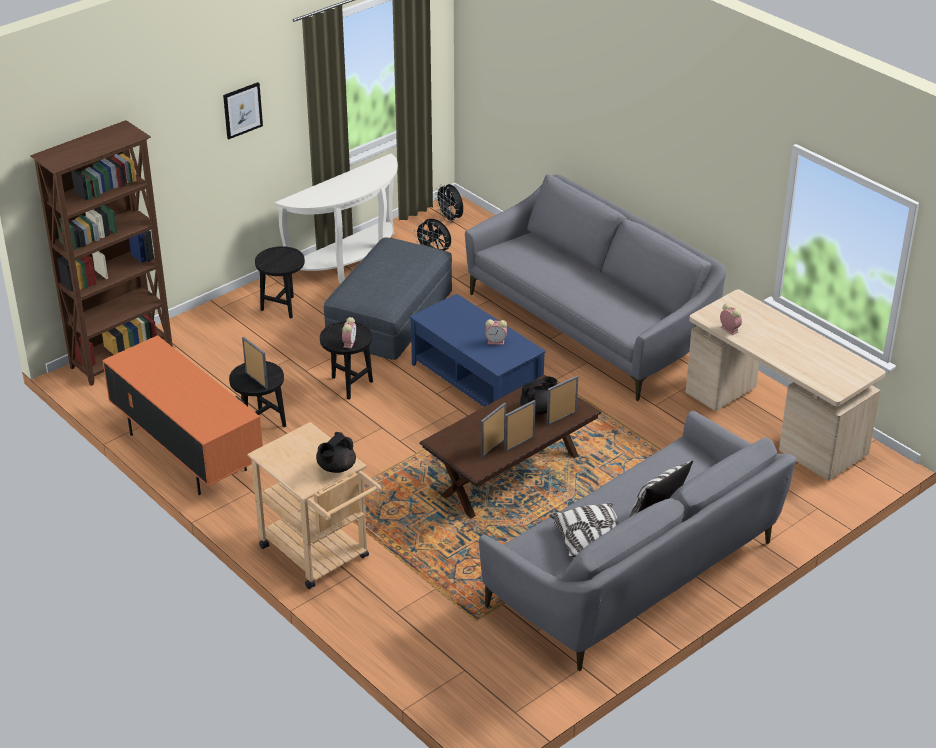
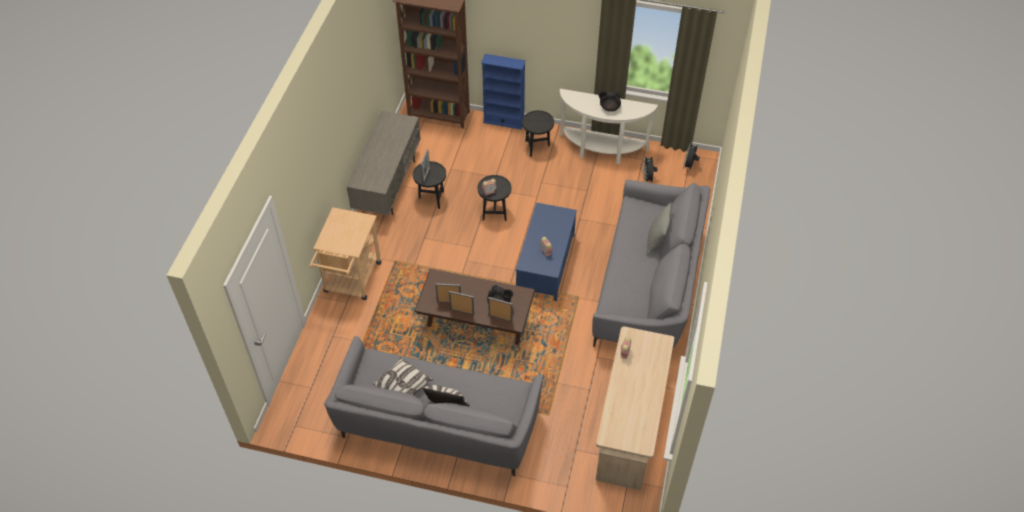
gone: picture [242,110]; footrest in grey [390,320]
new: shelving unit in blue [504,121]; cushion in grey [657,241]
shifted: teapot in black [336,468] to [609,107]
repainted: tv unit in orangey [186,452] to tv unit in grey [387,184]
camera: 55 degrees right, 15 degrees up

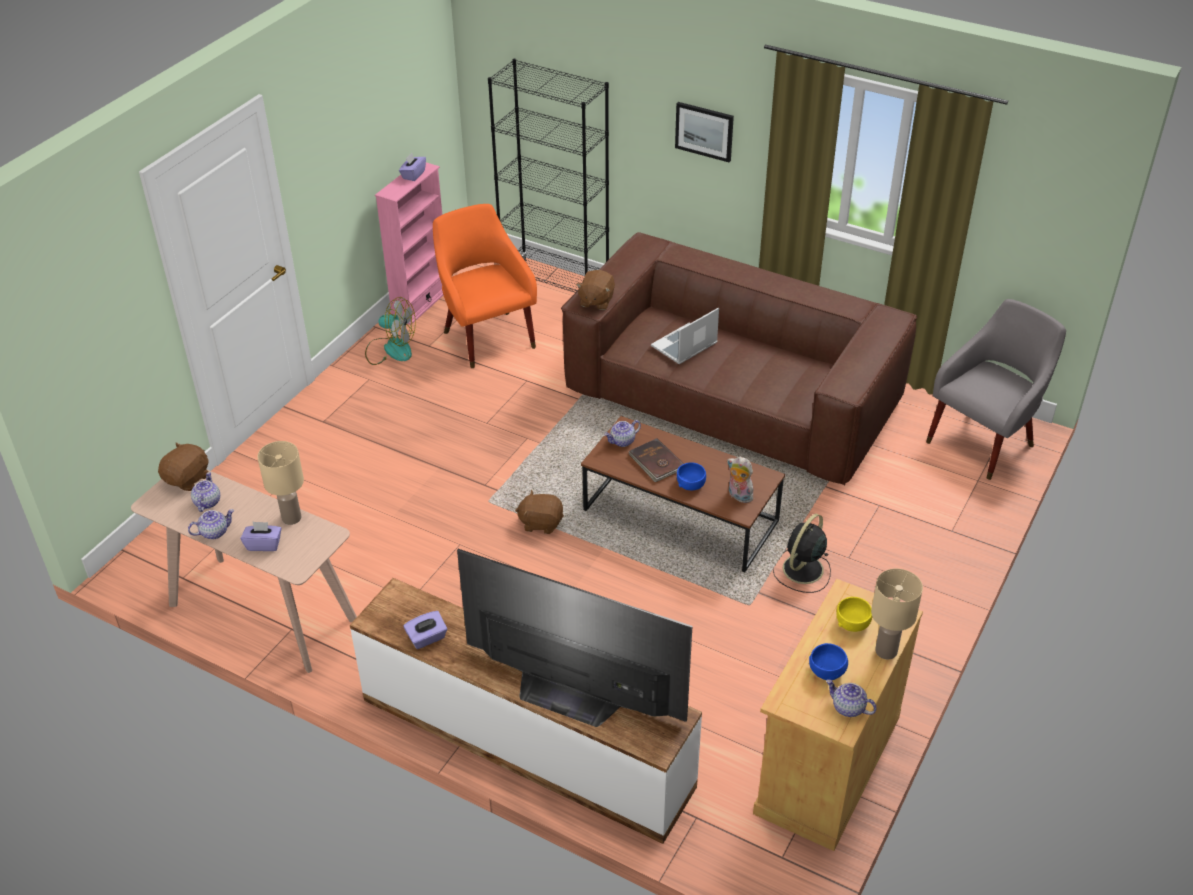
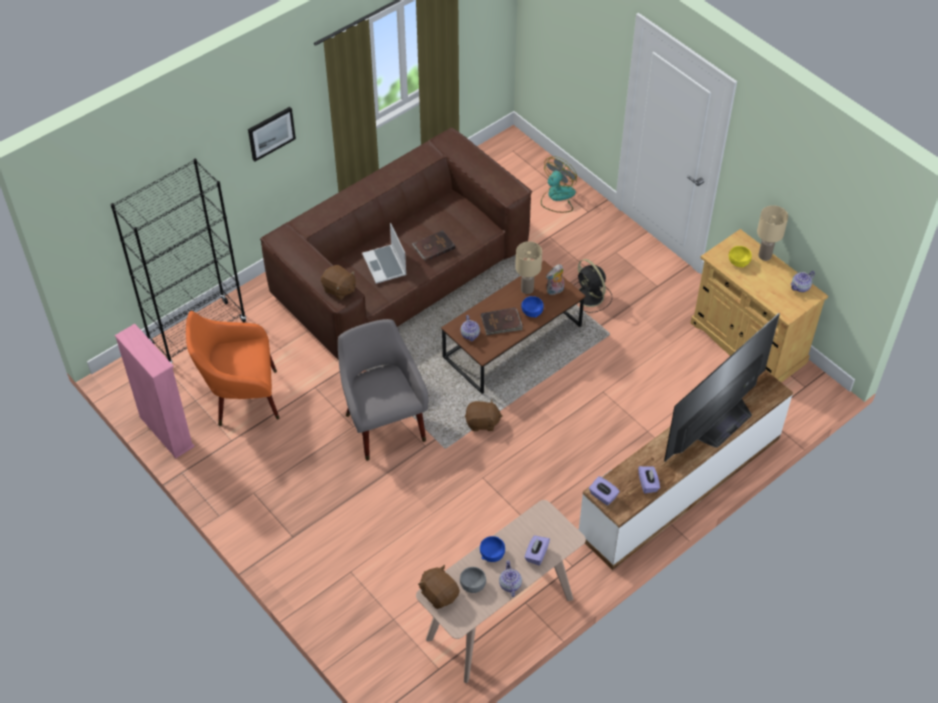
new: book in brown [433,247]
shifted: box of tissues in purple-coloured [413,175] to [603,496]; electric fan [391,349] to [557,197]; lounge chair in grey [984,440] to [383,422]; tabletop lamp in beige-coloured [291,518] to [527,289]; bowl in blue [827,670] to [492,553]
swapped: teapot [207,502] to bowl in grey [473,584]
rotated: plush toy in brown [541,523] = [482,422] 120 degrees counterclockwise
camera: 70 degrees left, 10 degrees up

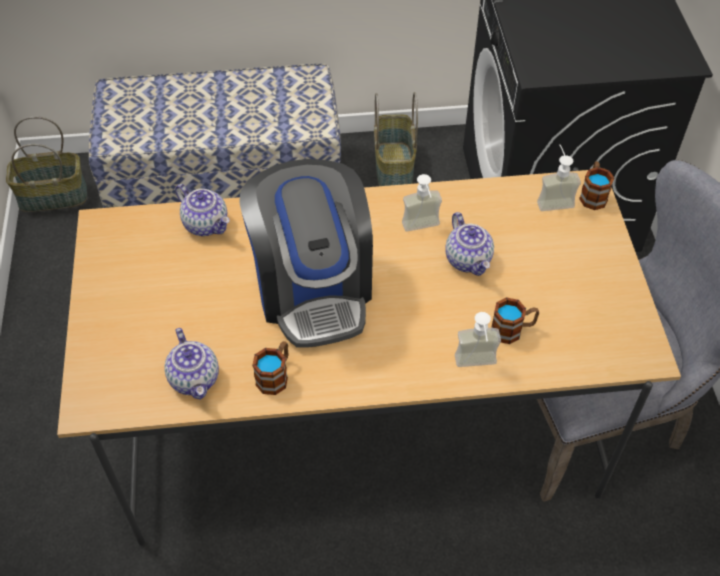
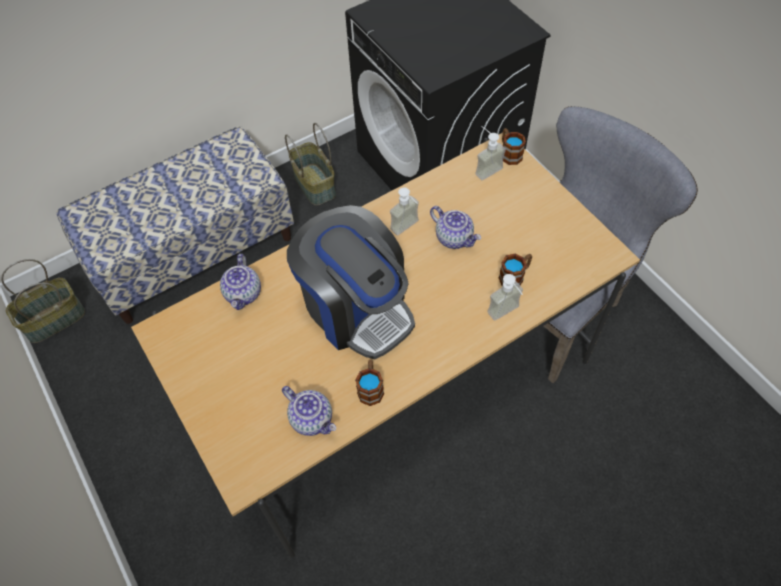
rotated: teapot [206,224] = [244,294] 75 degrees clockwise
camera: 25 degrees left, 5 degrees up

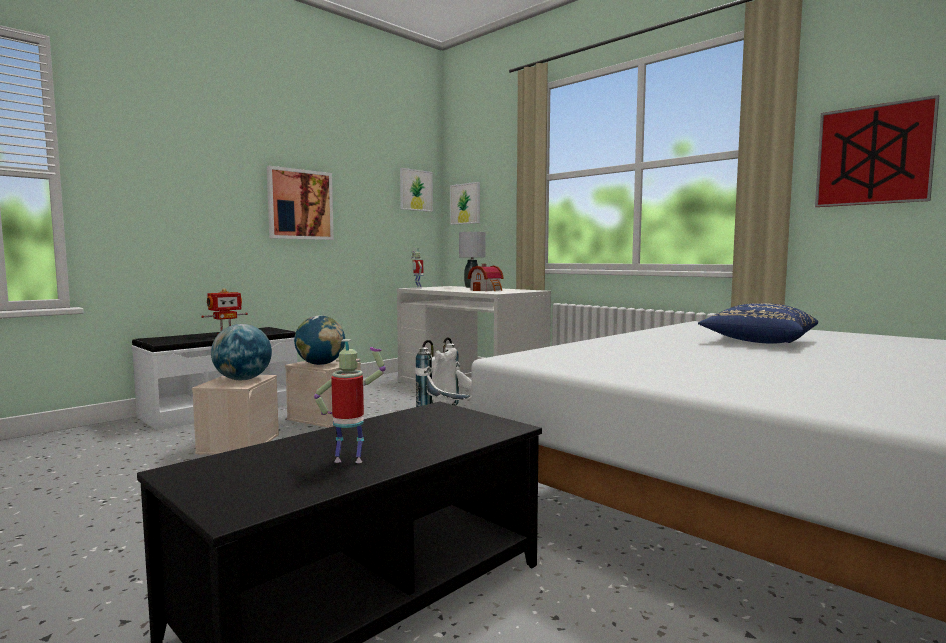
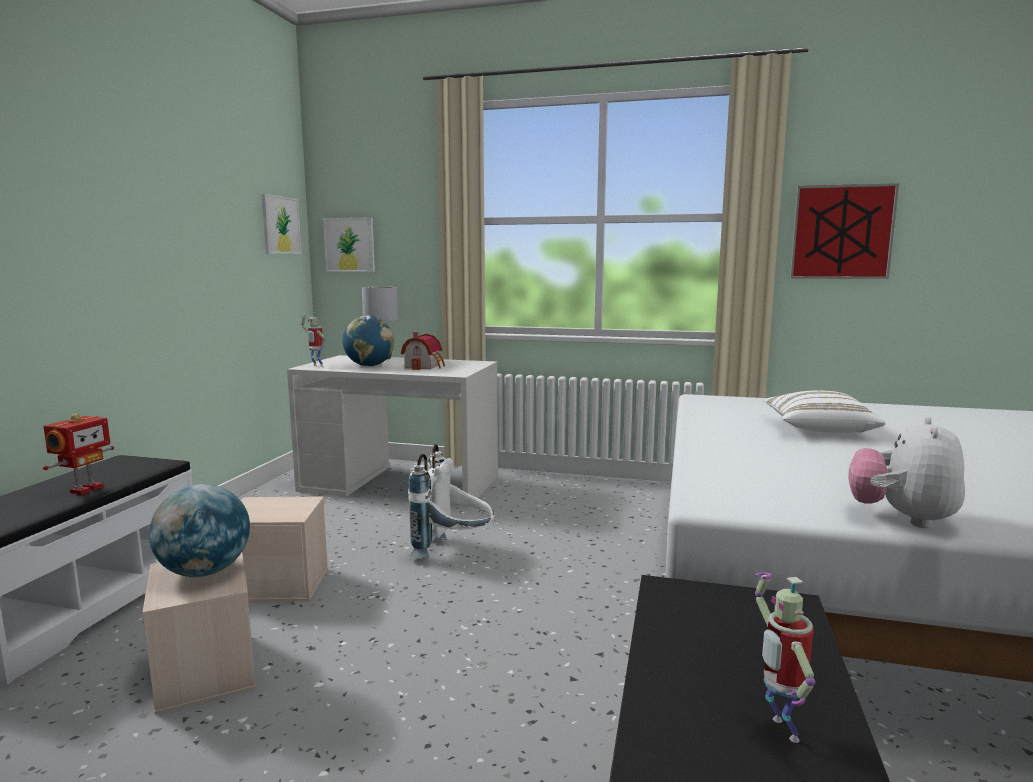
gone: picture [300,204]
new: plush toy [902,518]
shifted: globe [320,364] to [369,366]
repainted: cushion in blue [758,341] to cushion in whitish [818,429]
rotated: robot figure [350,460] = [779,729] 75 degrees counterclockwise
camera: 30 degrees left, 5 degrees up

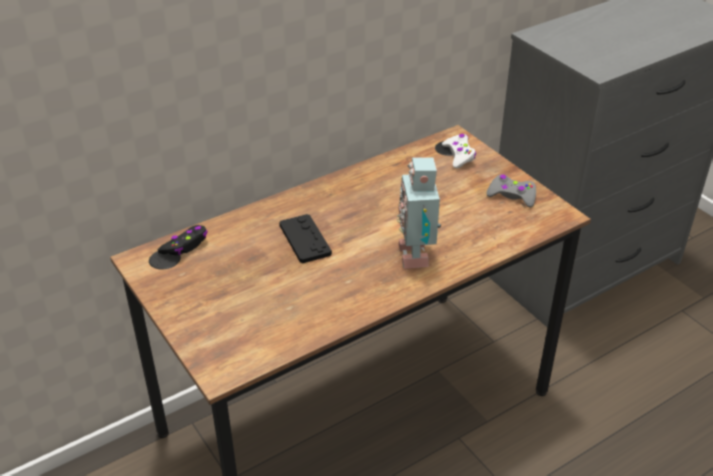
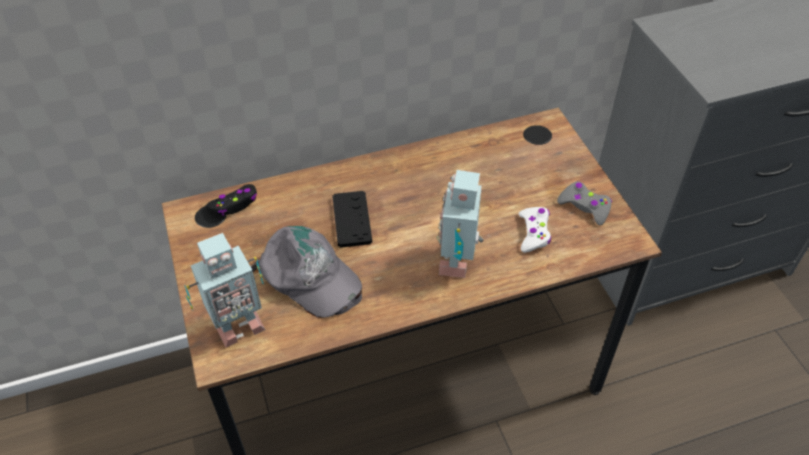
new: cap in grey [309,277]; robot figure [237,326]
shifted: joypad in whitish [459,155] to [534,233]
camera: 15 degrees right, 10 degrees up

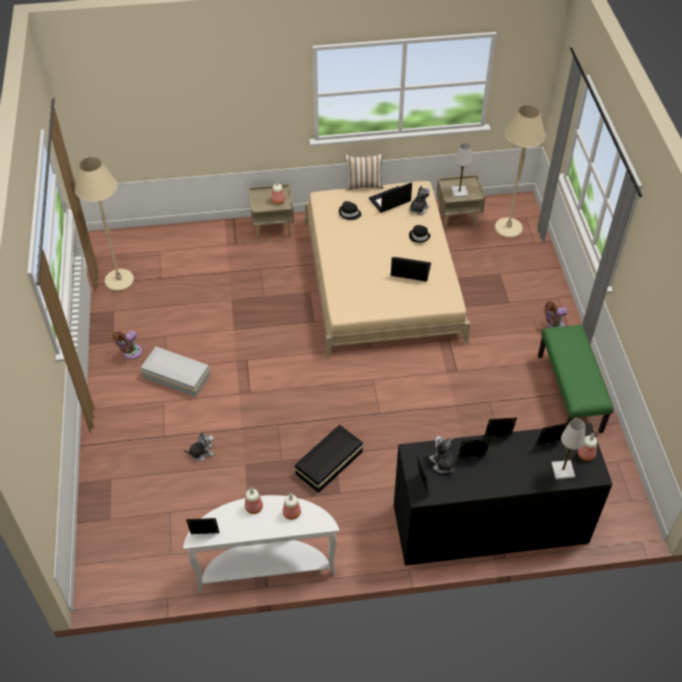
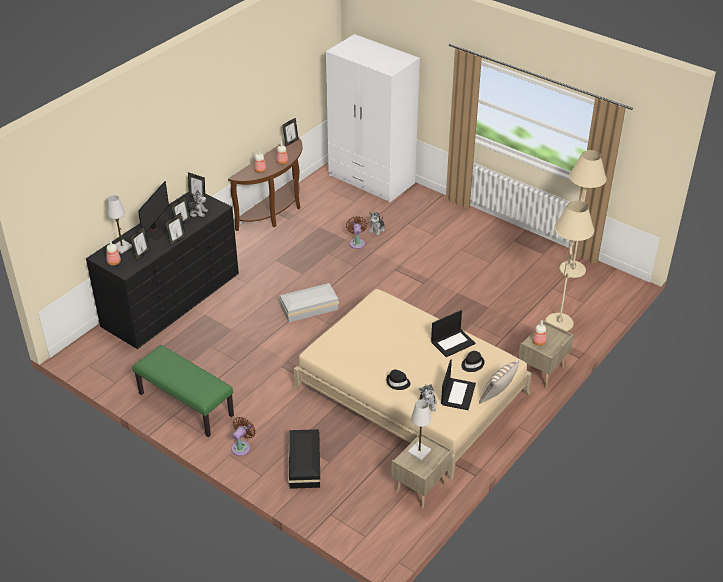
new: clothes cupboard in whitish [371,179]; computer screen [155,229]
shifted: standing lamp in beige-coloured [508,228] to [559,323]; notebook computer [410,270] to [453,342]; electric fan in brown [131,353] to [357,242]; storage container in whitish [177,377] to [308,307]; storage container in black [327,463] to [305,463]
repainted: narrow table in whitish [265,566] to narrow table in brown [275,212]
camera: 135 degrees right, 10 degrees down

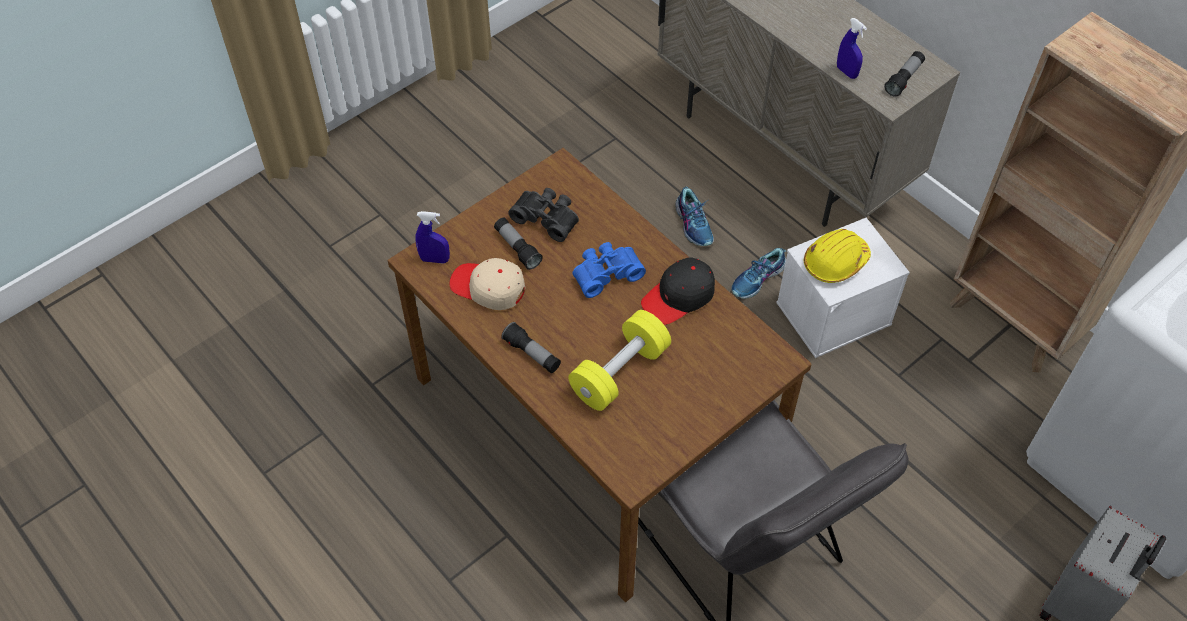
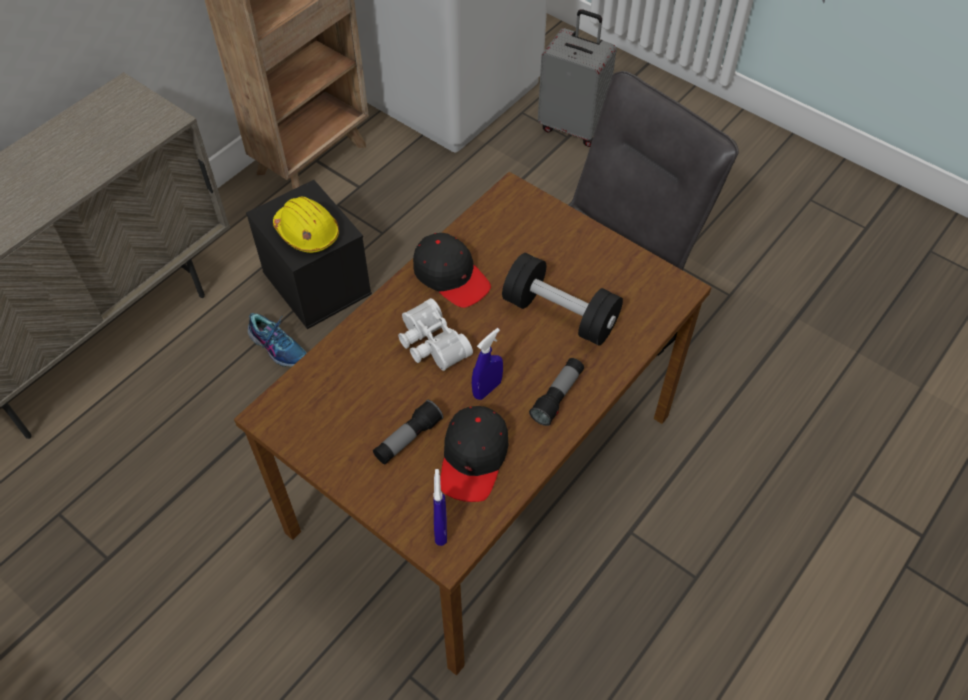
gone: hand torch [904,79]; shoe [694,224]; pair of binoculars in black [547,217]
shifted: spray bottle in blue [846,72] to [487,389]
repainted: storage container in whitish [834,312] to storage container in black [315,282]; pair of binoculars in blue [606,273] to pair of binoculars in whitish [430,344]; cap in beige-coloured [488,287] to cap in black [473,458]; dumbbell in yellowish [620,372] to dumbbell in black [560,314]
camera: 100 degrees left, 0 degrees up

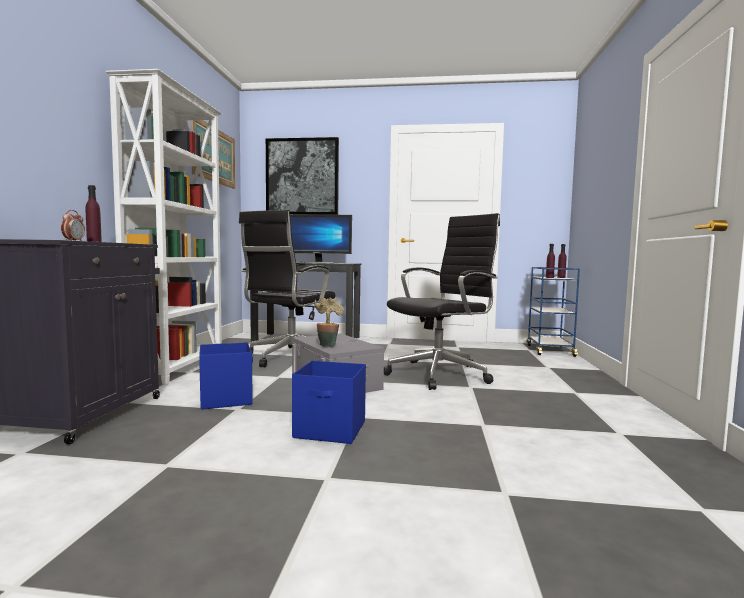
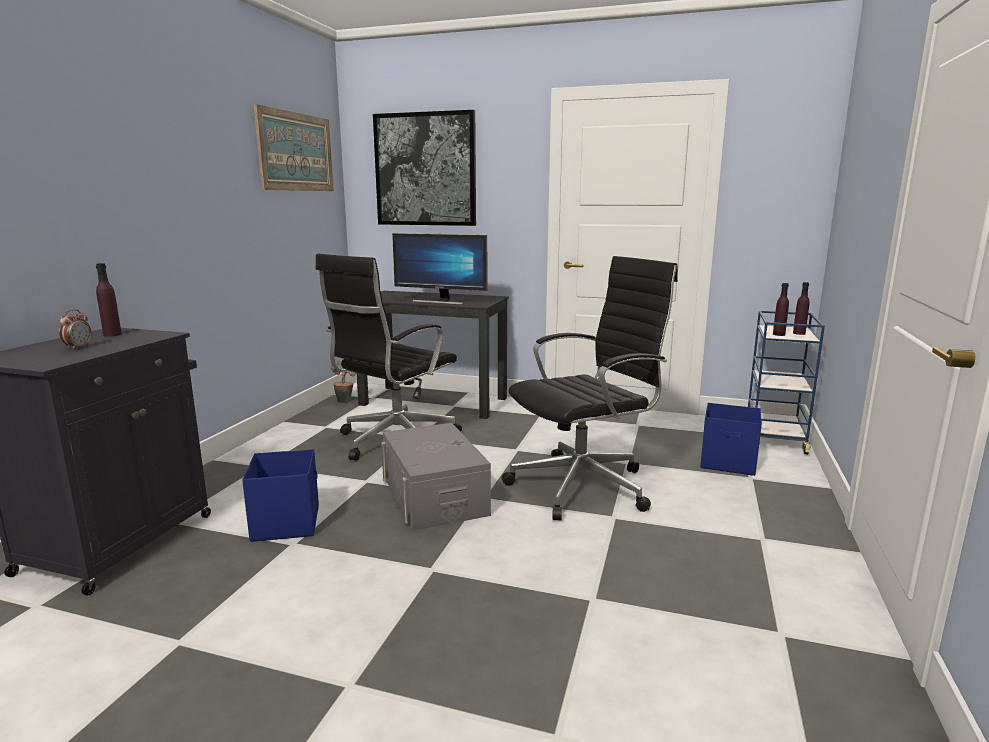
gone: shelving unit in whitish [178,369]
shifted: plant in a pot [327,345] to [344,400]; storage container in blue [331,430] to [728,463]
camera: 10 degrees right, 10 degrees up

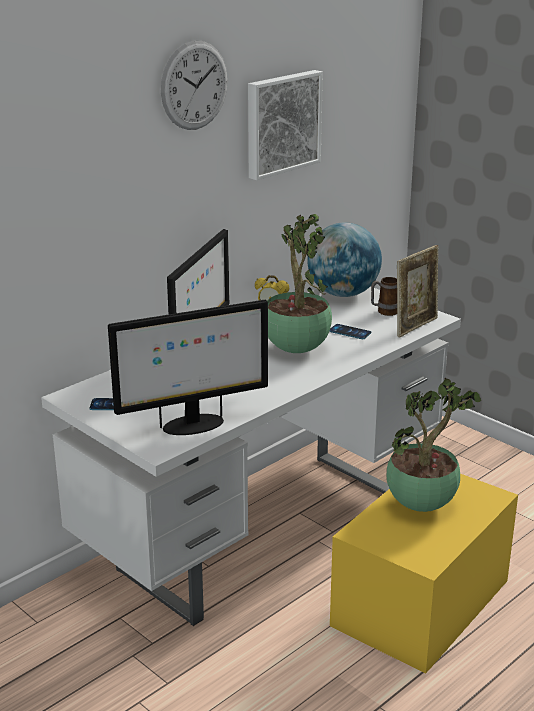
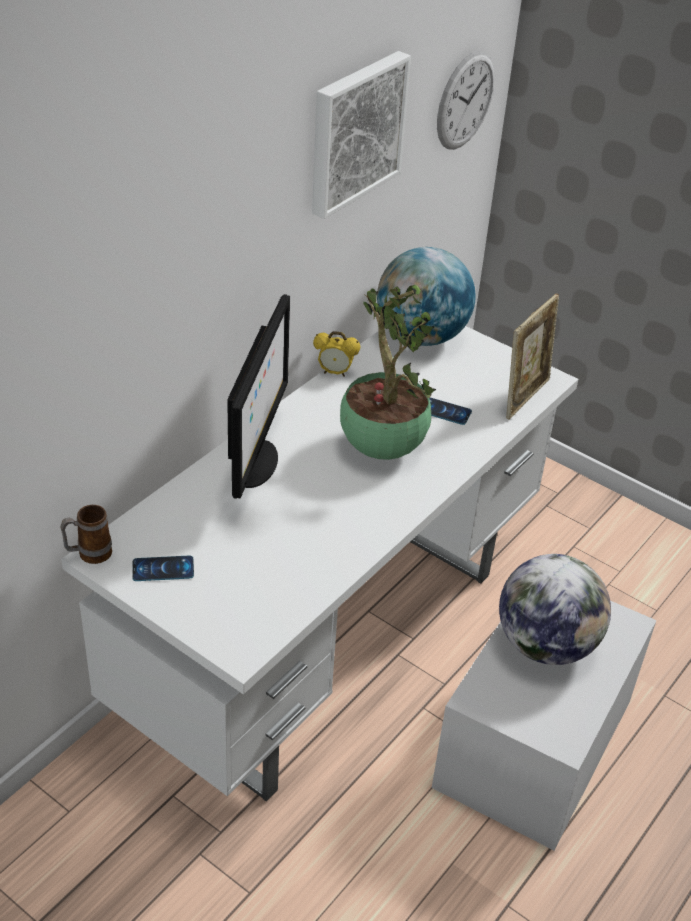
gone: computer screen [192,425]
shifted: wall clock [194,85] to [465,101]; coffee mug [383,312] to [88,555]
swapped: plant in a pot [422,504] to globe [545,644]
repainted: storage container in yellowish [421,602] to storage container in whitish [534,742]
camera: 10 degrees left, 15 degrees up

